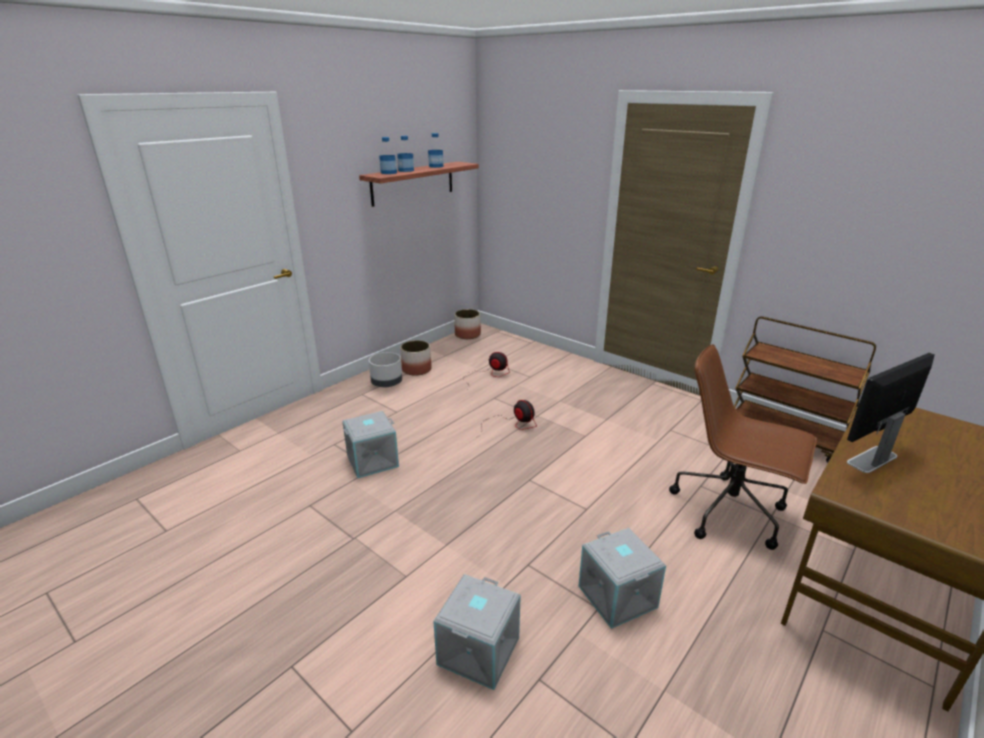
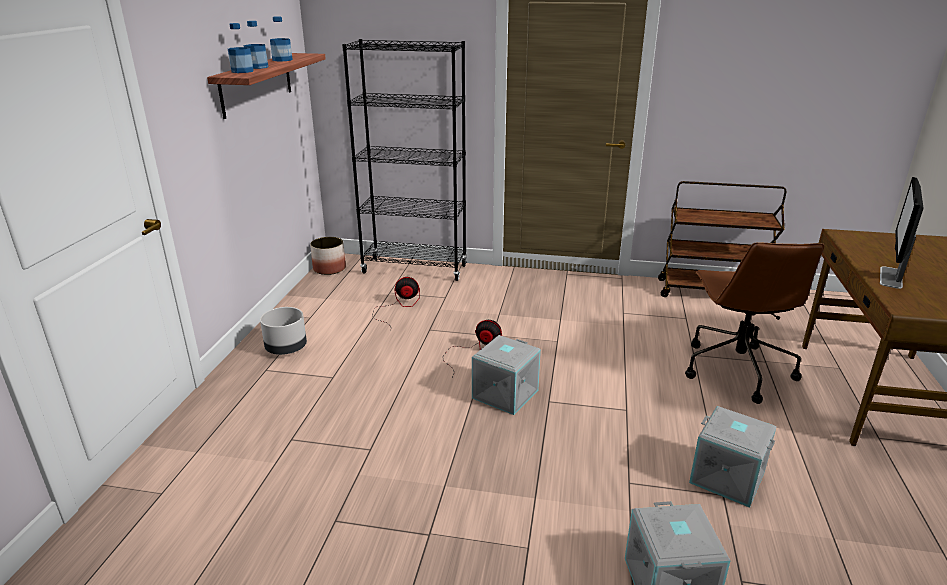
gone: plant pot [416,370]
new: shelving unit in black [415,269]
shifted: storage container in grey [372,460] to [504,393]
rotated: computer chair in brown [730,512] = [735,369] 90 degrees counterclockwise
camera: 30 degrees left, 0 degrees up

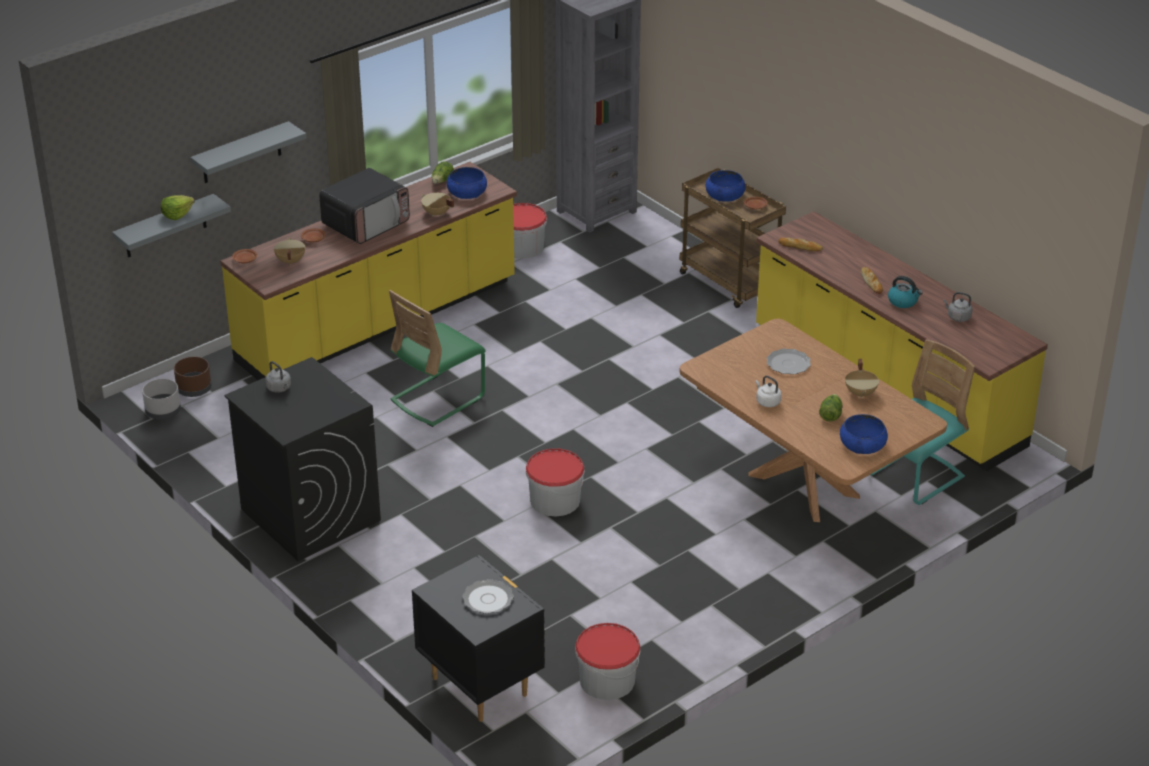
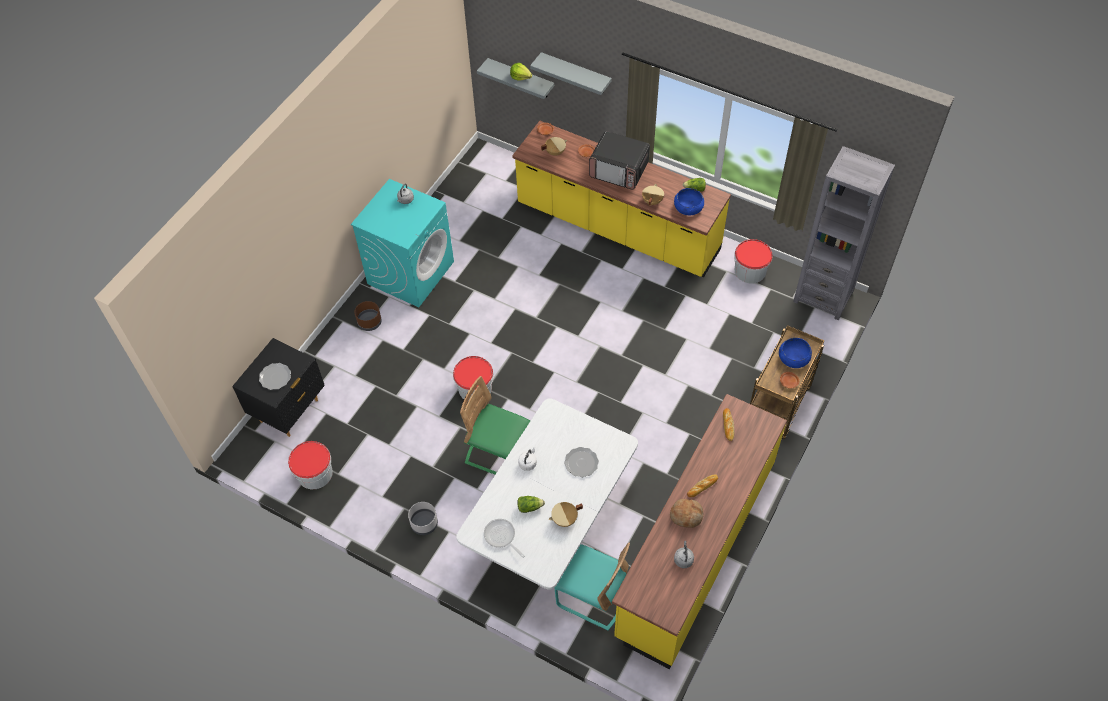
shifted: plain chair in green-coloured [438,398] to [499,453]; plant pot in brown [193,389] to [369,322]; plant pot in grey [163,412] to [424,524]
swapped: water kettle [903,301] to baked bread [686,515]; bowl in blue [862,444] to skillet [501,537]
repainted: kitchen table in brown [803,486] to kitchen table in whitish [551,527]; laundry machine in black [309,514] to laundry machine in turquoise-coloured [411,272]
camera: 70 degrees right, 20 degrees up

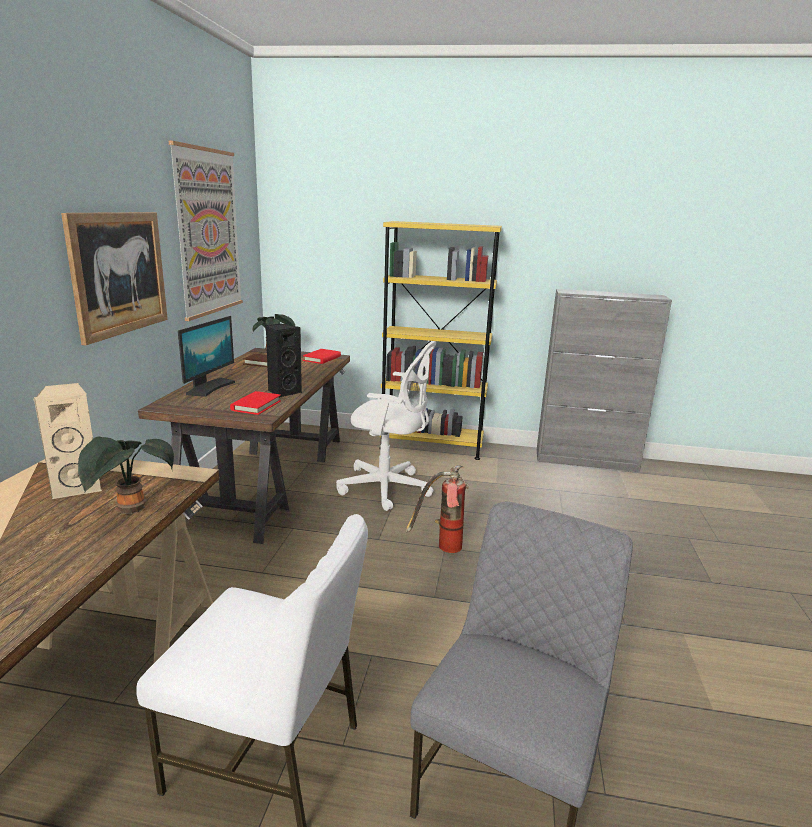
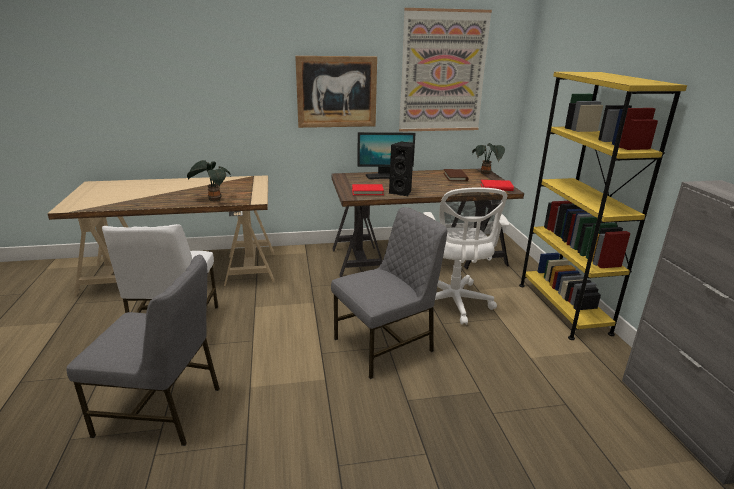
gone: audio speaker in beige-coloured [78,487]
swapped: fire extinguisher [441,548] to plain chair in grey [385,345]
camera: 70 degrees right, 5 degrees up

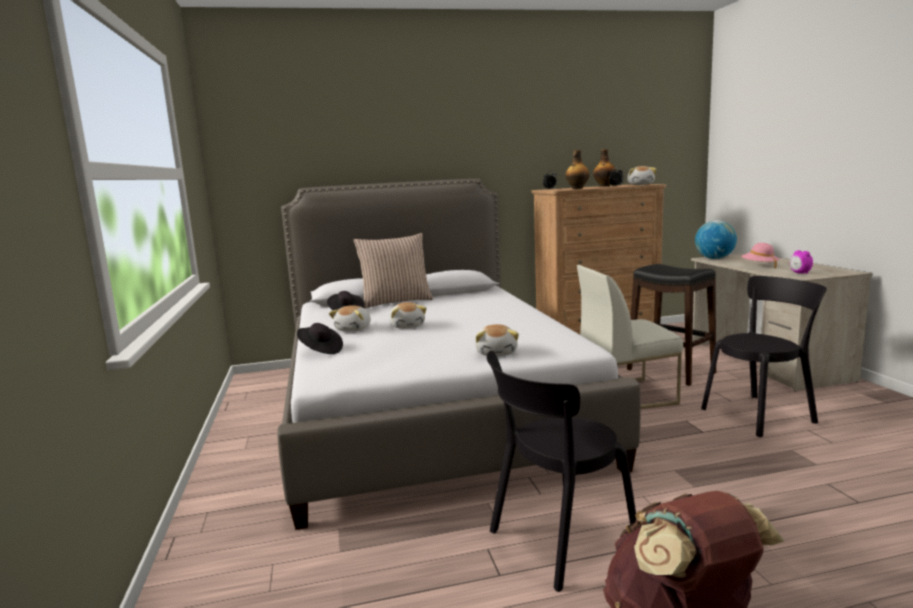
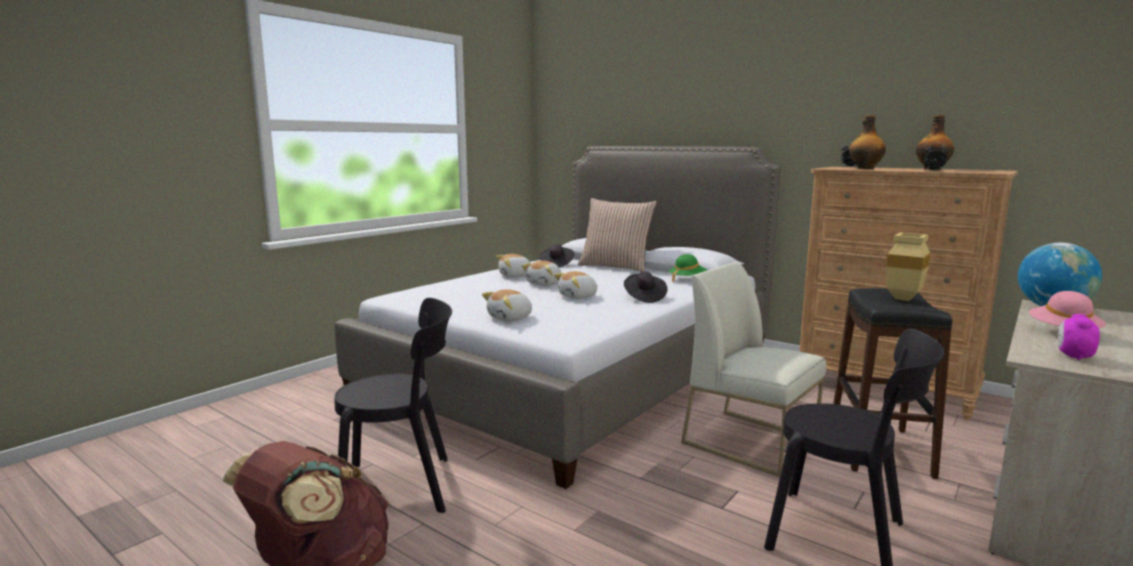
new: flower vase in beige-coloured [904,299]; hat in green-coloured [687,280]
shifted: plush toy [641,184] to [578,297]; hat in black [320,350] to [644,298]
rotated: plain chair in black [557,542] = [403,487] 150 degrees clockwise
camera: 50 degrees right, 0 degrees up

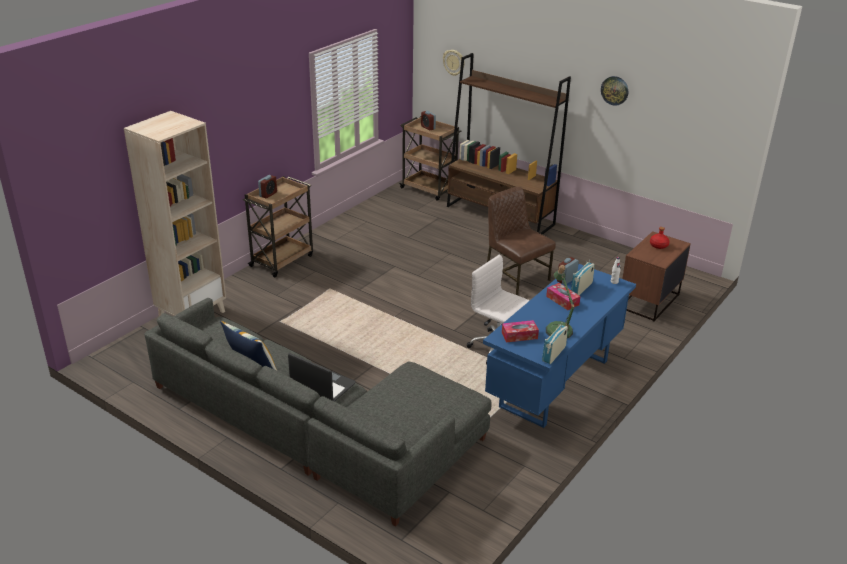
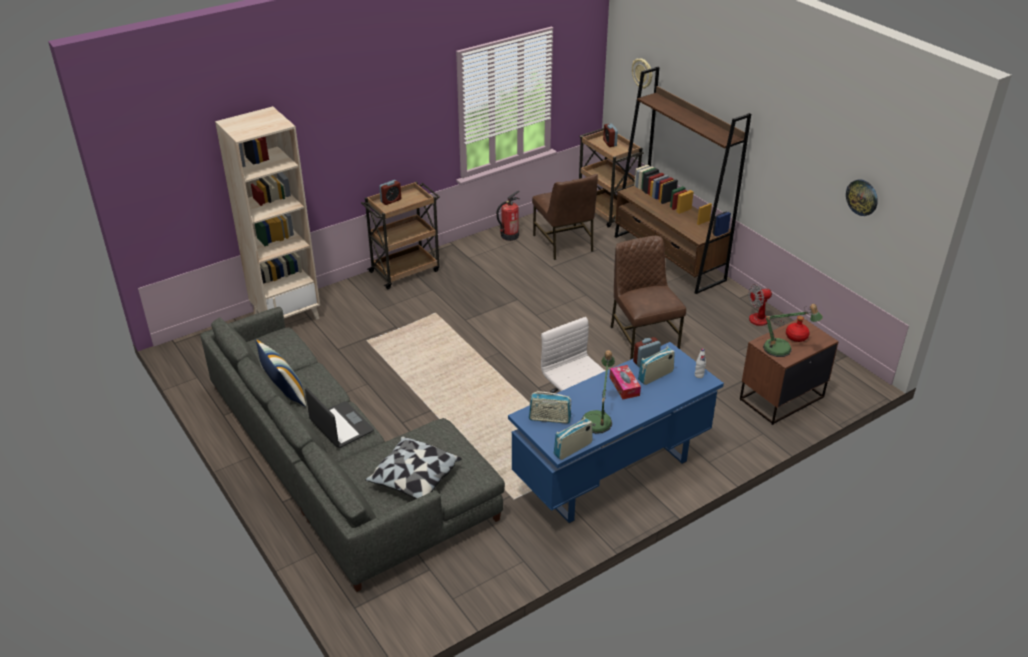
new: plain chair in brown [564,243]; fire extinguisher [509,236]; electric fan [766,322]; tabletop lamp [782,350]; cushion [414,479]
shifted: wall clock [614,90] to [862,197]
swapped: box of tissues [519,335] to radio receiver [549,418]
camera: 20 degrees right, 5 degrees up

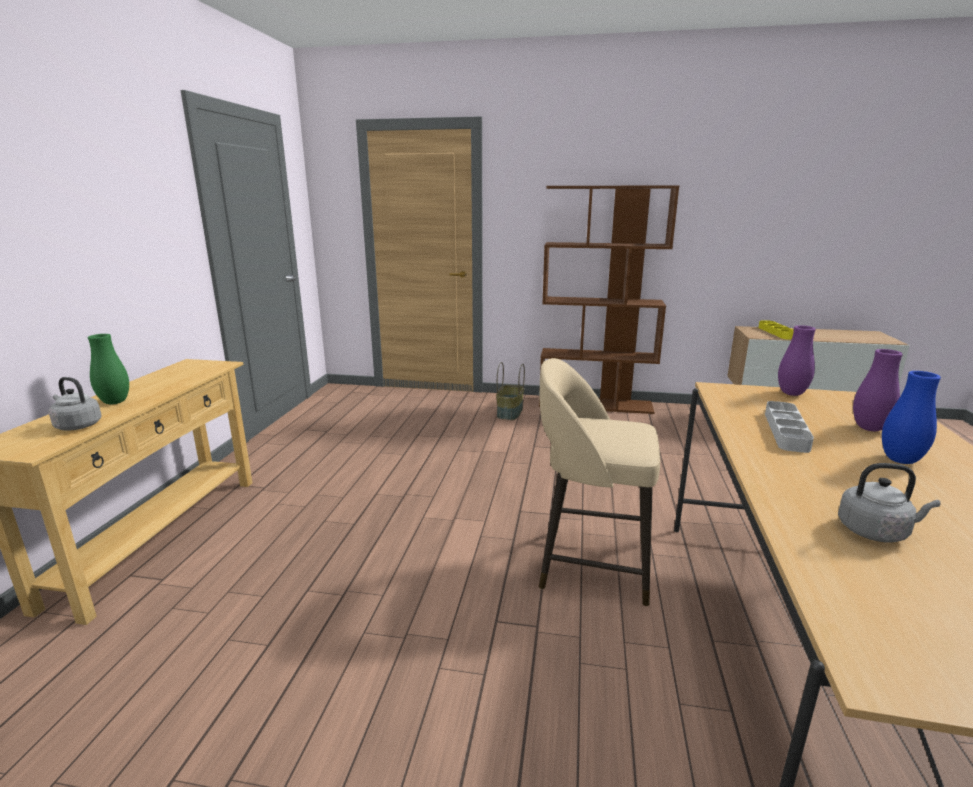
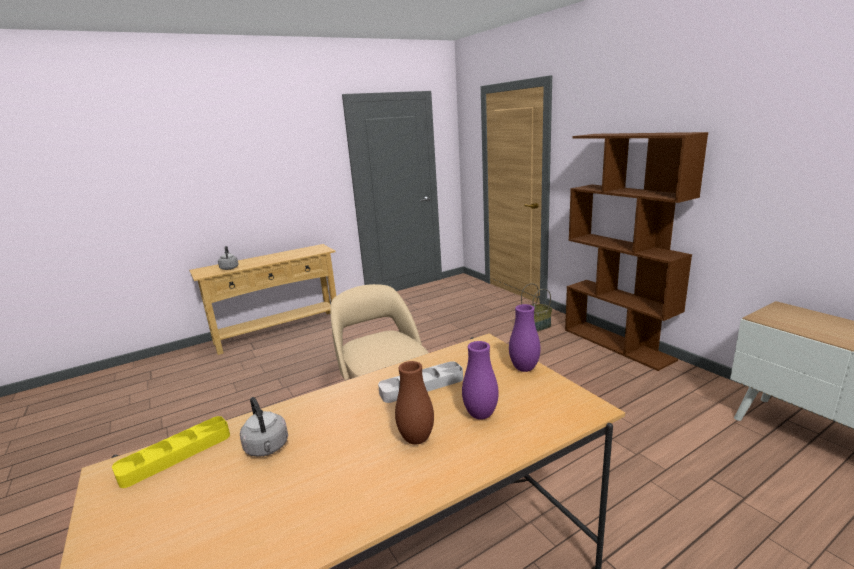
gone: flower vase in green-coloured [115,402]
shifted: tray in yellowish [776,333] to [176,454]
repainted: flower vase in blue [900,460] to flower vase in brown [416,439]
camera: 50 degrees right, 0 degrees up

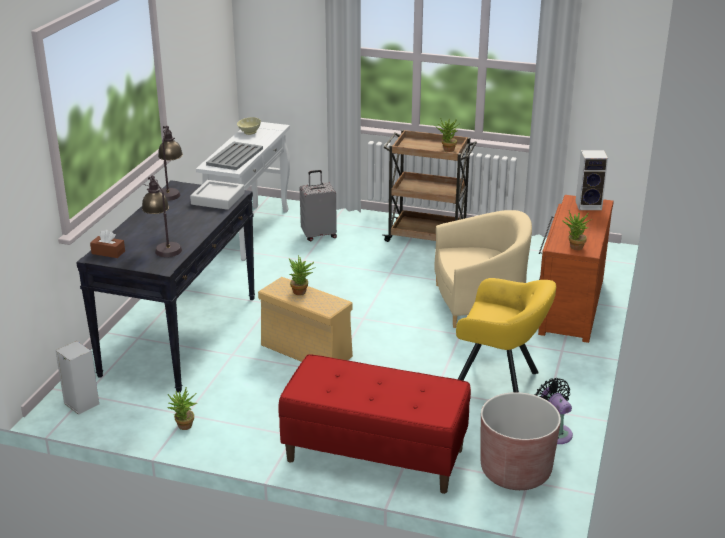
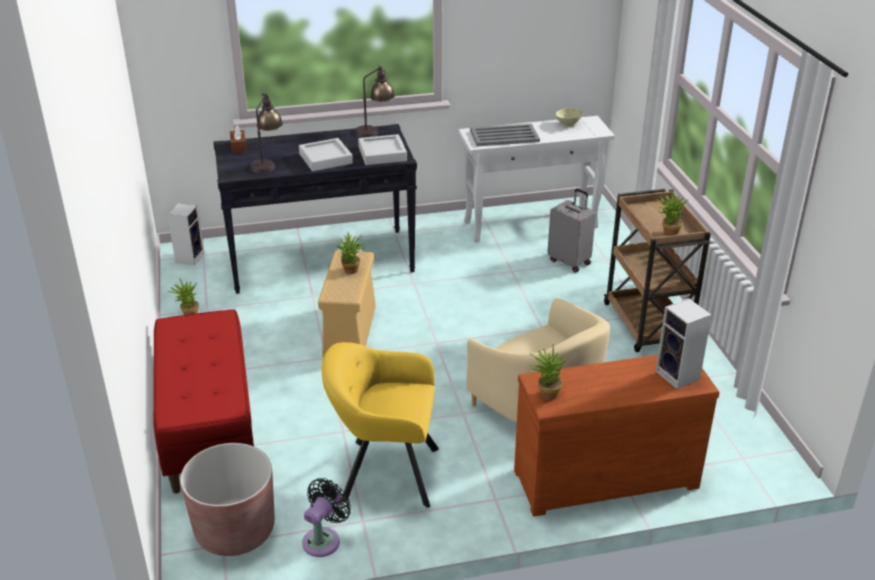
new: tray in grey [325,159]
rotated: lounge chair in yellowish [499,385] = [384,472] 105 degrees clockwise
camera: 60 degrees right, 5 degrees up

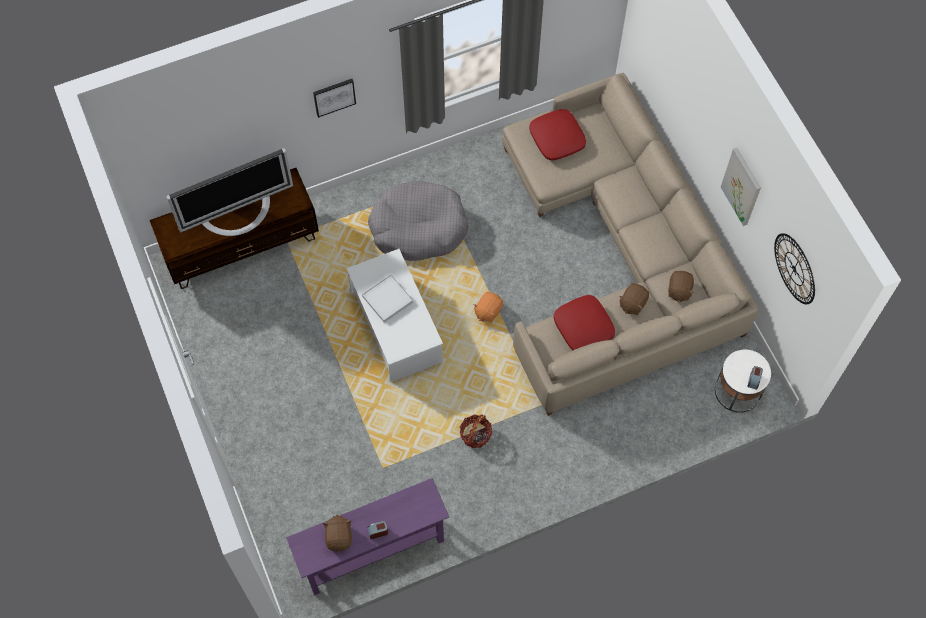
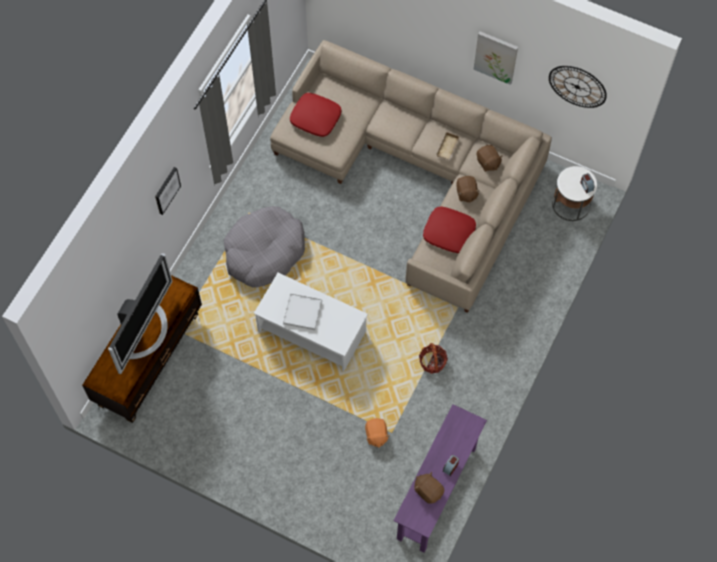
new: tray in beige-coloured [448,148]
shifted: plush toy in orangey [488,311] to [376,435]
camera: 40 degrees left, 0 degrees up

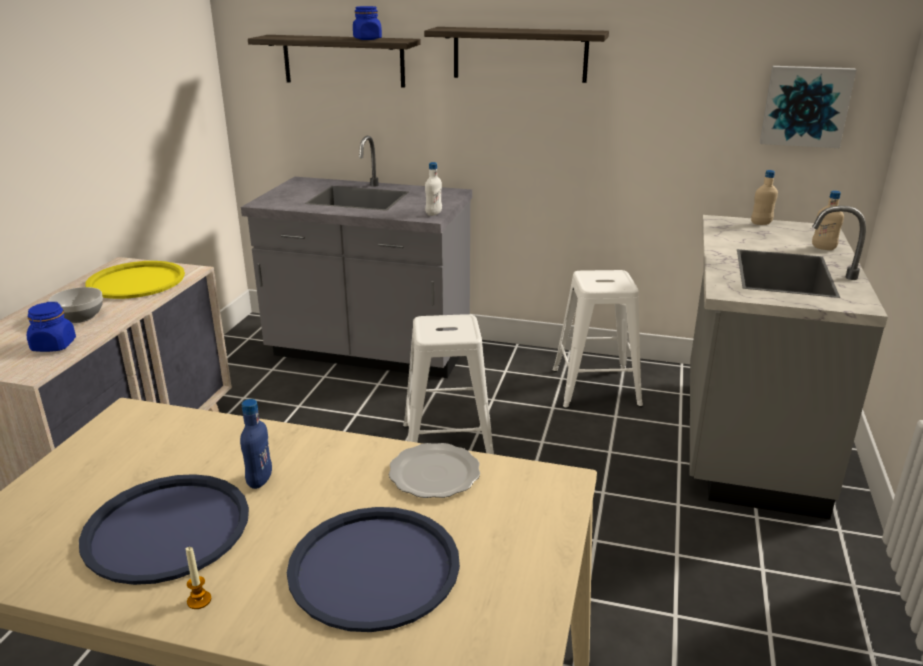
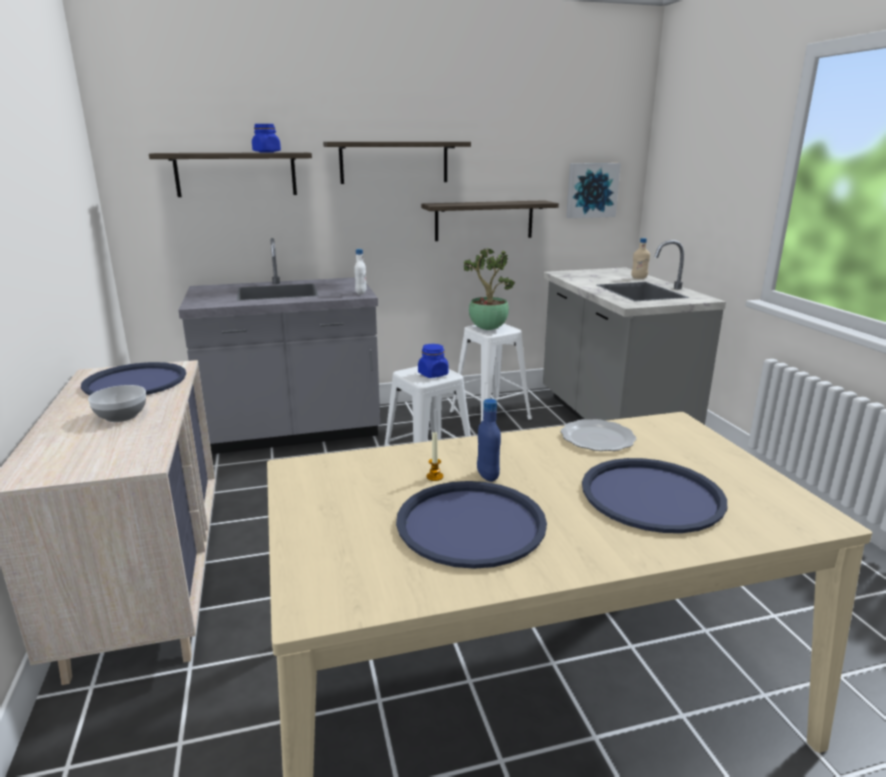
gone: drink bottle in beige-coloured [761,223]
new: bracket shelf [484,220]; plant in a pot [487,329]
shifted: preserve jar in blue [54,345] to [433,374]; candle [199,600] to [434,477]
repainted: tray in yellowish [136,281] to tray in blue [135,382]
camera: 30 degrees left, 5 degrees down

